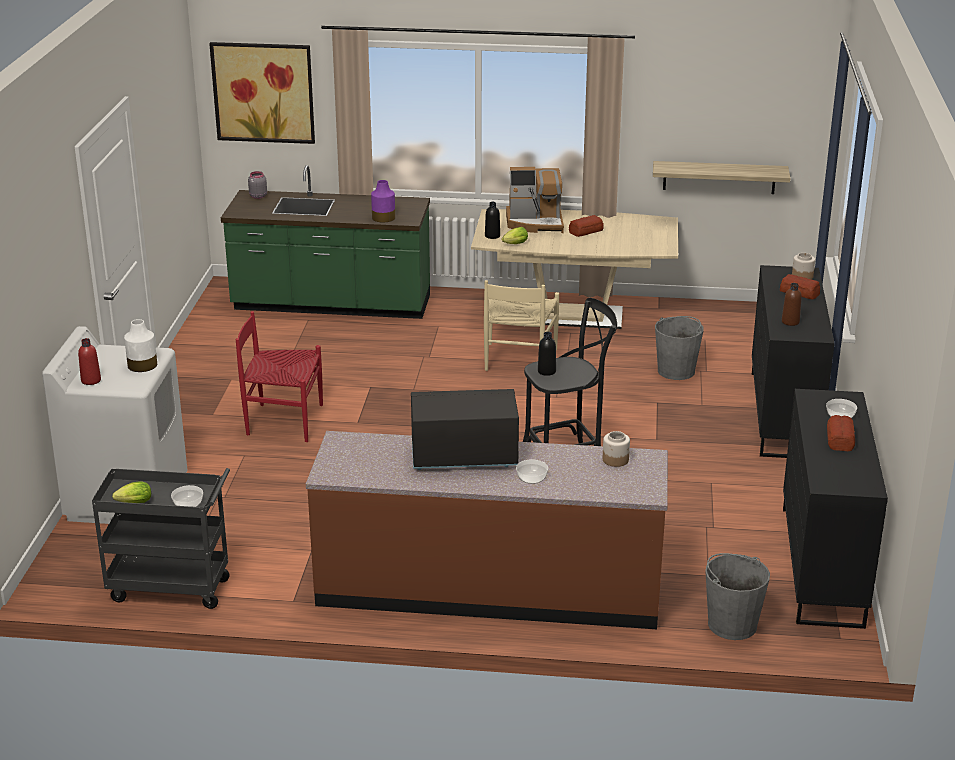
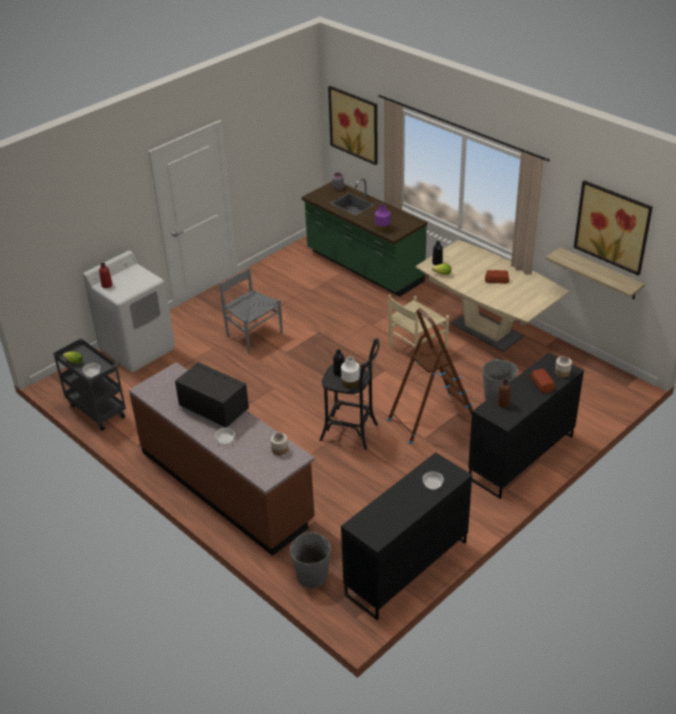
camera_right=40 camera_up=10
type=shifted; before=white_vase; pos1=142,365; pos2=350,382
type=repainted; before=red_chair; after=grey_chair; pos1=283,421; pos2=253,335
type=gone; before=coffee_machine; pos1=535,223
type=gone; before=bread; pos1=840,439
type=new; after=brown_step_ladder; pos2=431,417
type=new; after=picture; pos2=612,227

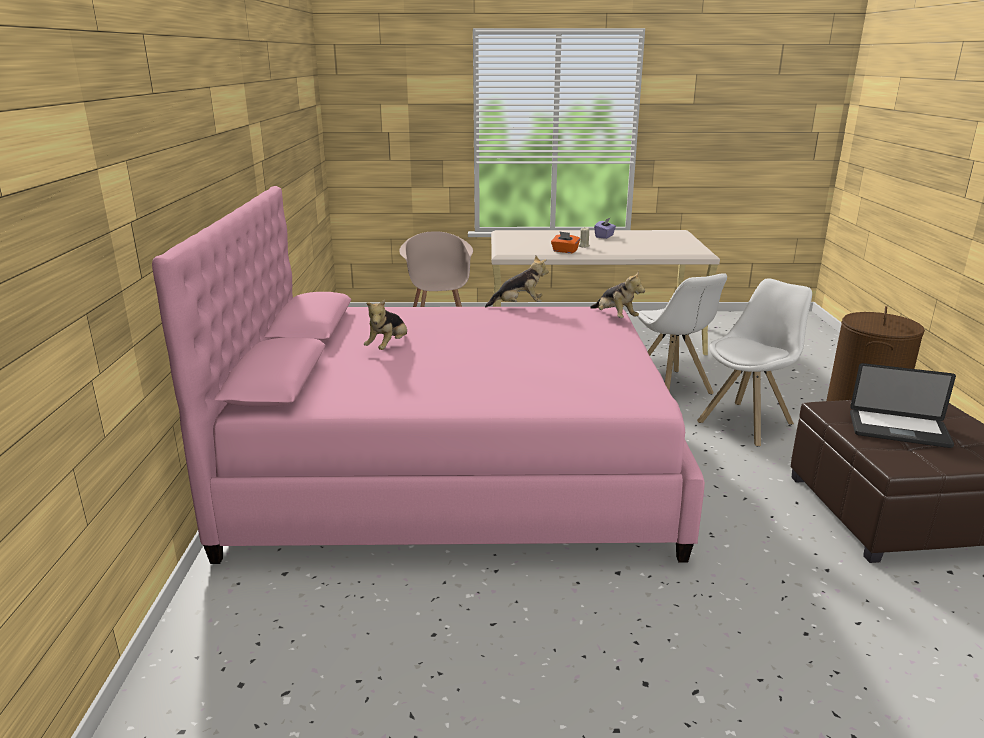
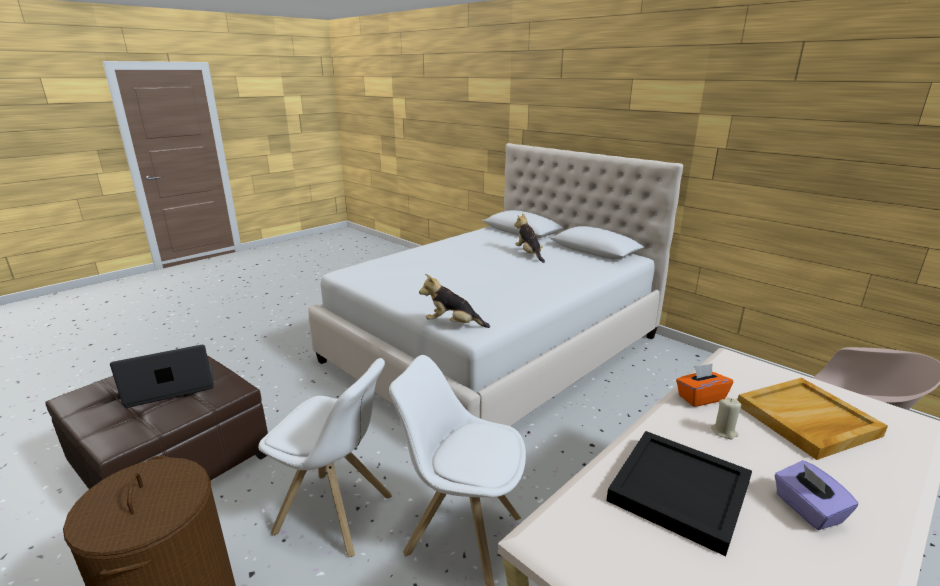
camera_right=135 camera_up=0
type=repainted; before=pink_bed; after=white_bed; pos1=455,470; pos2=494,349
type=gone; before=plush_toy; pos1=518,306
type=rotated; before=white_chair; pos1=746,423; pos2=335,513; turn=-75
type=new; after=black_tray; pos2=677,491
type=new; after=beige_tray; pos2=806,420

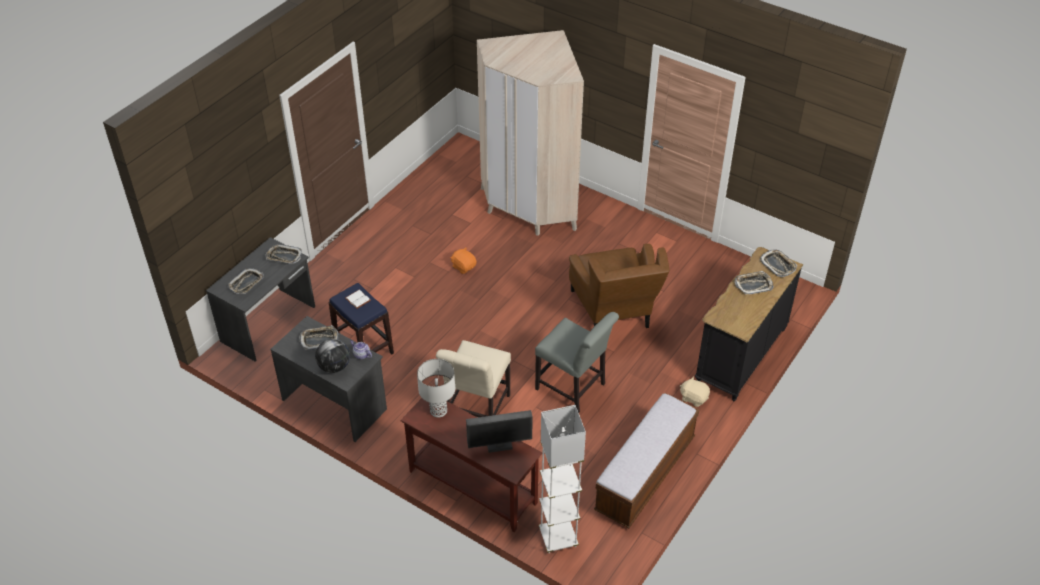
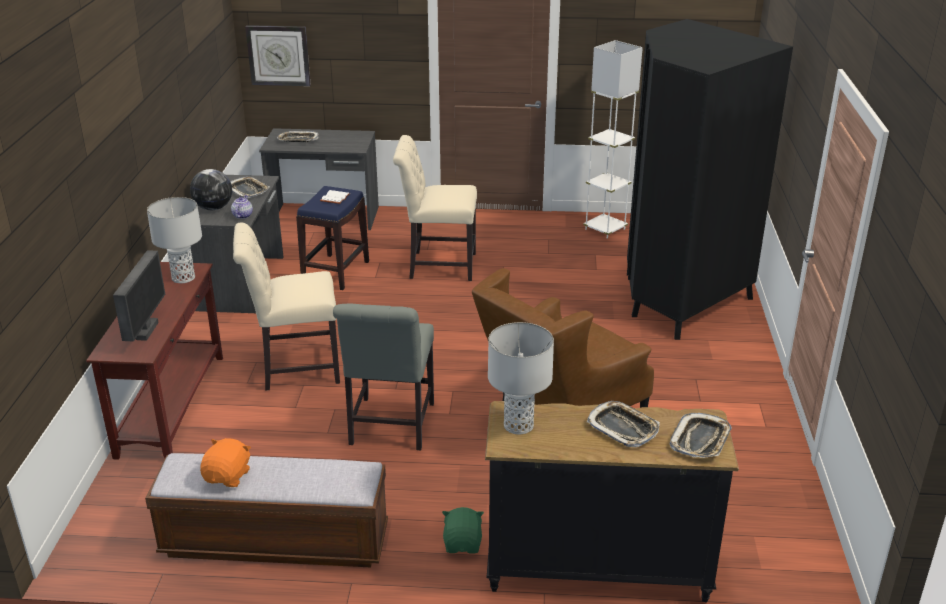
camera_right=60 camera_up=-15
type=gone; before=tray; pos1=284,256
type=shifted; before=orange_plush_toy; pos1=464,267; pos2=228,476
type=rotated; before=monitor; pos1=499,447; pos2=145,331; turn=-135
type=repainted; before=beige_wardrobe; after=black_wardrobe; pos1=531,205; pos2=677,296
type=shifted; before=white_floor_lamp; pos1=558,538; pos2=605,229
type=repainted; before=beige_plush_toy; after=green_plush_toy; pos1=693,398; pos2=463,543
type=new; after=wall_clock; pos2=278,55
type=new; after=beige_chair; pos2=437,265
type=new; after=white_table_lamp; pos2=518,425

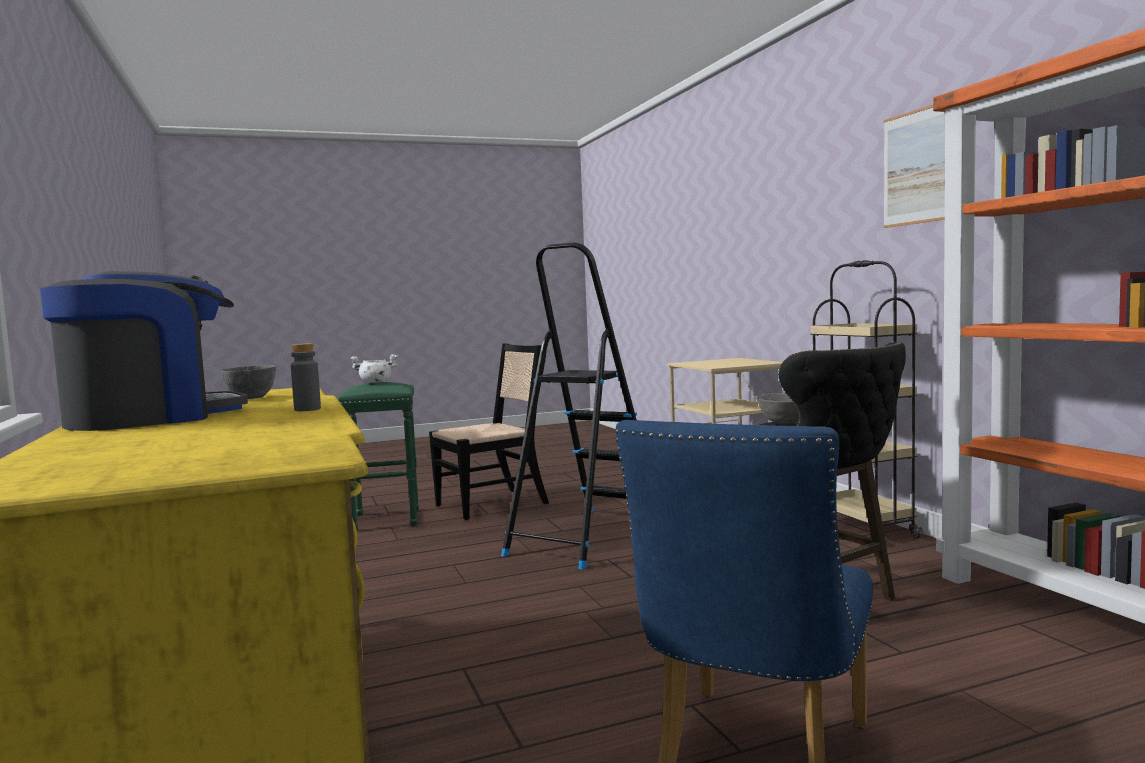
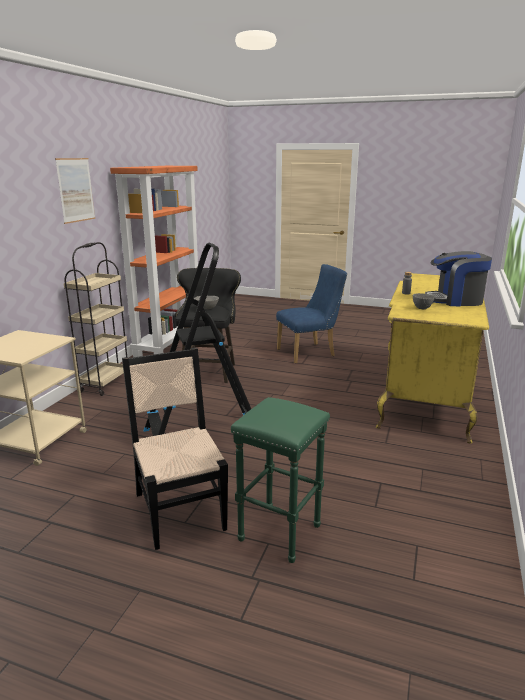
camera_right=-140 camera_up=15
type=gone; before=white_cooking_pot; pos1=375,382
type=rotated; before=chair; pos1=492,504; pos2=180,511; turn=60

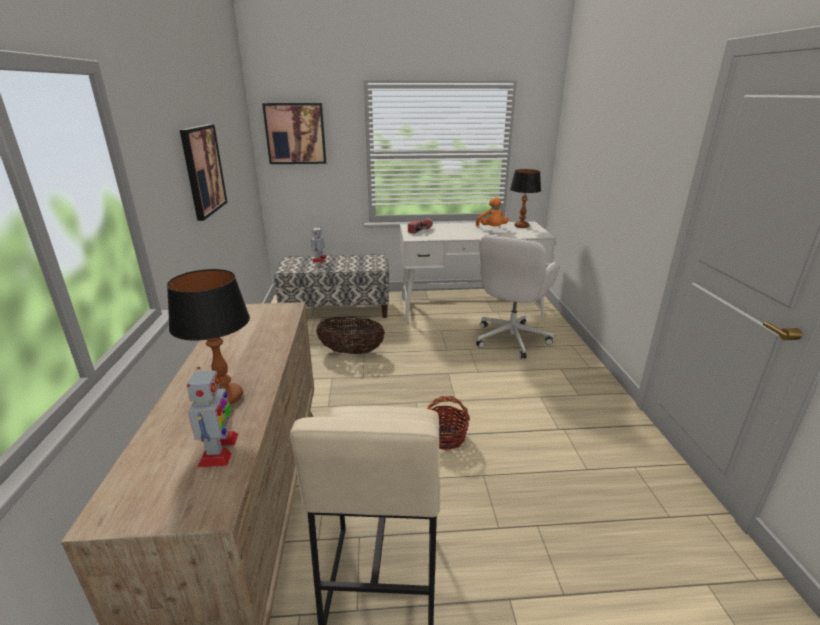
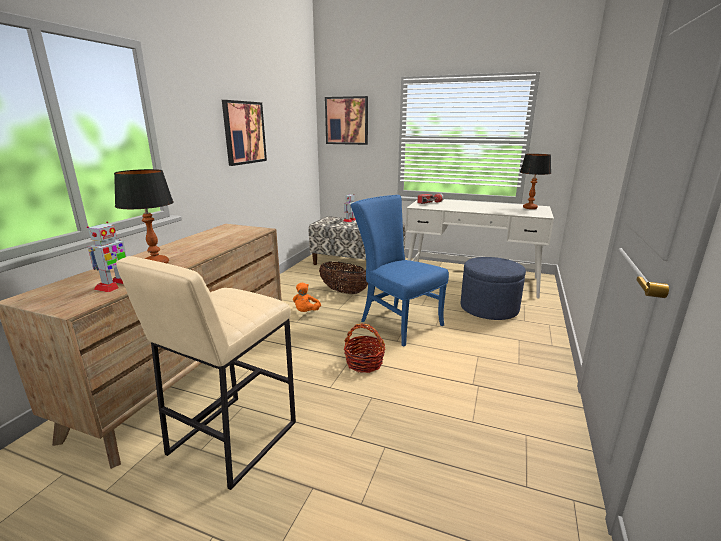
camera_right=25 camera_up=-5
type=shifted; before=orange_plush_toy; pos1=492,229; pos2=306,312
type=swapped; before=white_office_chair; after=blue_ottoman; pos1=510,339; pos2=489,308
type=new; after=blue_chair; pos2=396,322

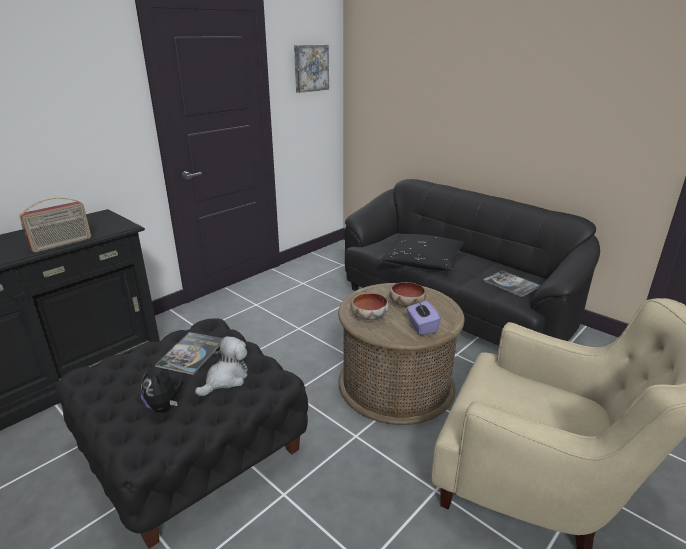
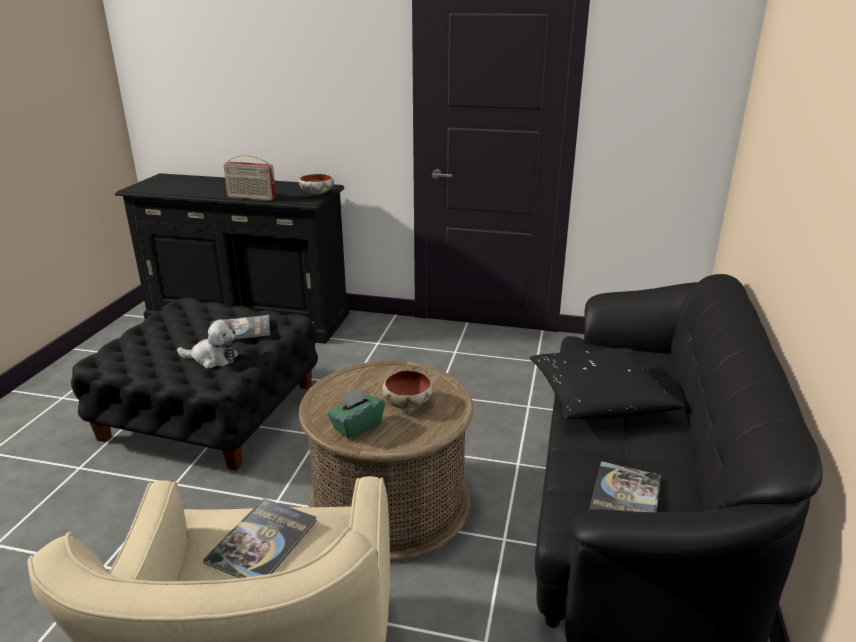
camera_right=60 camera_up=0
type=gone; before=plush_toy; pos1=164,406
type=gone; before=picture; pos1=310,68
type=shifted; before=bowl; pos1=369,316; pos2=317,193
type=repainted; before=purple_tissue_box; after=green_tissue_box; pos1=421,327; pos2=357,426
type=new; after=book; pos2=262,541

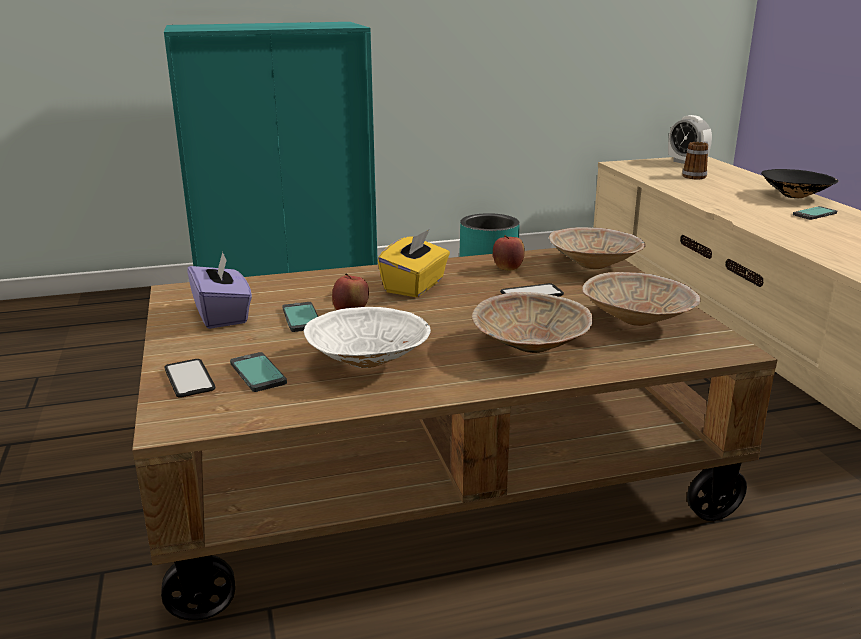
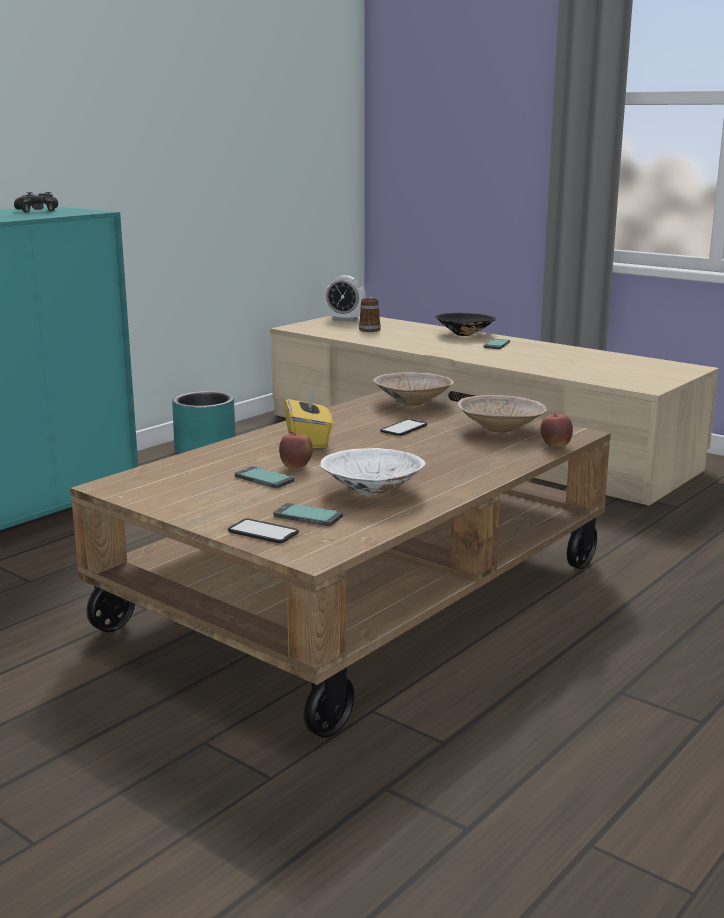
camera_right=-35 camera_up=-5
type=gone; before=purple_tissue_box; pos1=222,315
type=gone; before=beige_bowl; pos1=530,348
type=shifted; before=apple; pos1=508,269; pos2=555,446
type=new; after=black_game_controller; pos2=37,210

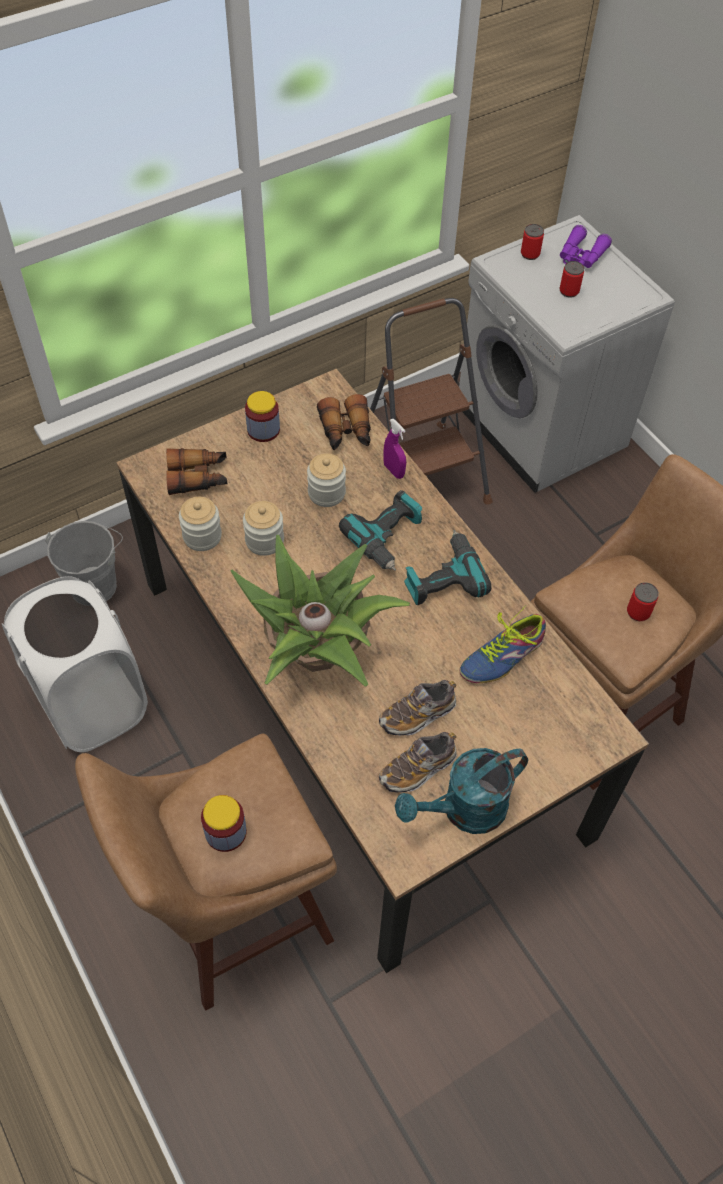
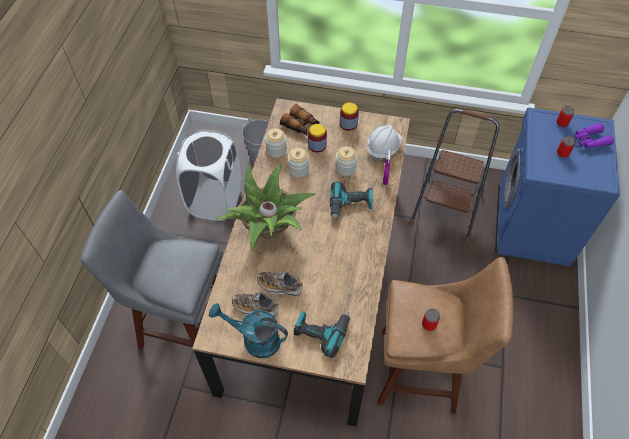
camera_right=45 camera_up=0
type=repainted; before=brown_stool; after=grey_stool; pos1=231,914; pos2=182,321
type=shifted; before=jar; pos1=226,832; pos2=317,145
type=swapped; before=binoculars; after=white_hard_hat; pos1=346,432; pos2=383,148
type=shifted; before=power_drill; pos1=442,577; pos2=321,331
type=repainted; before=white_washing_machine; after=blue_washing_machine; pos1=538,428; pos2=530,225
type=gone; before=shoe; pos1=502,656

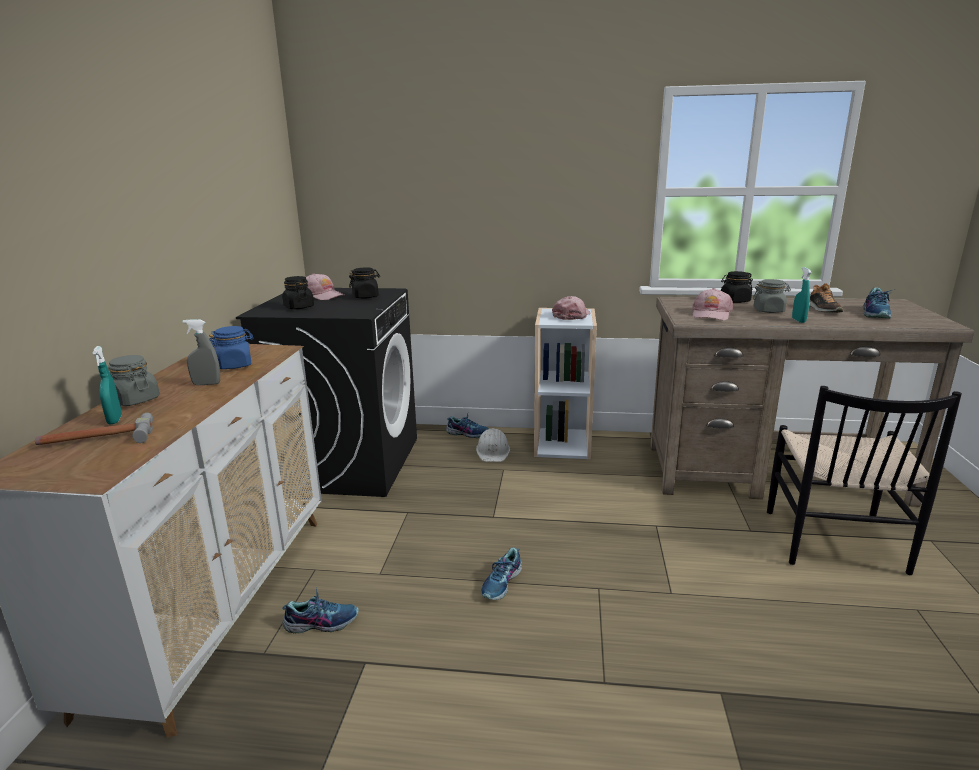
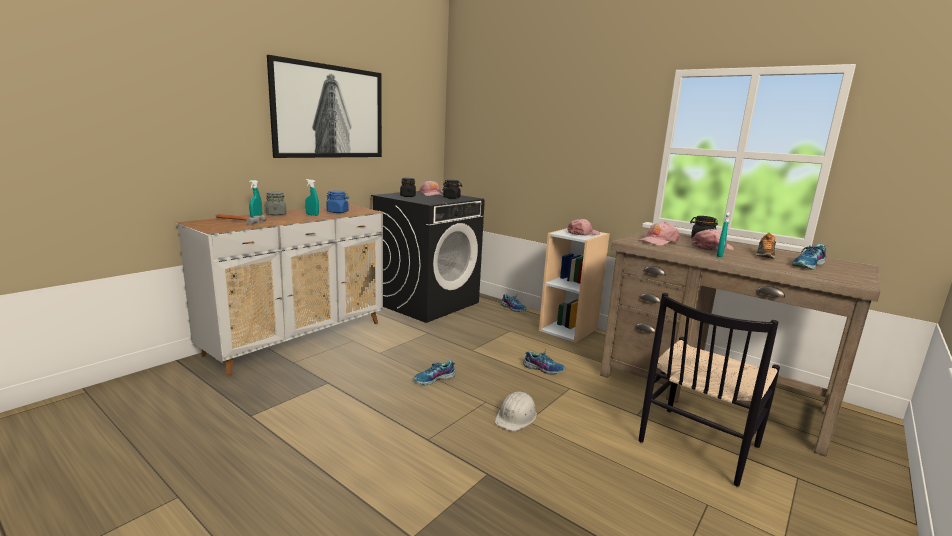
camera_right=30 camera_up=-5
type=repainted; before=grey_spray_bottle; after=turquoise_spray_bottle; pos1=206,384; pos2=312,215
type=shifted; before=shoe; pos1=321,622; pos2=543,368
type=shifted; before=white_hard_hat; pos1=493,451; pos2=516,417
type=swapped; before=grey_jar; after=pink_cap; pos1=768,311; pos2=712,248
type=new; after=picture; pos2=330,112

